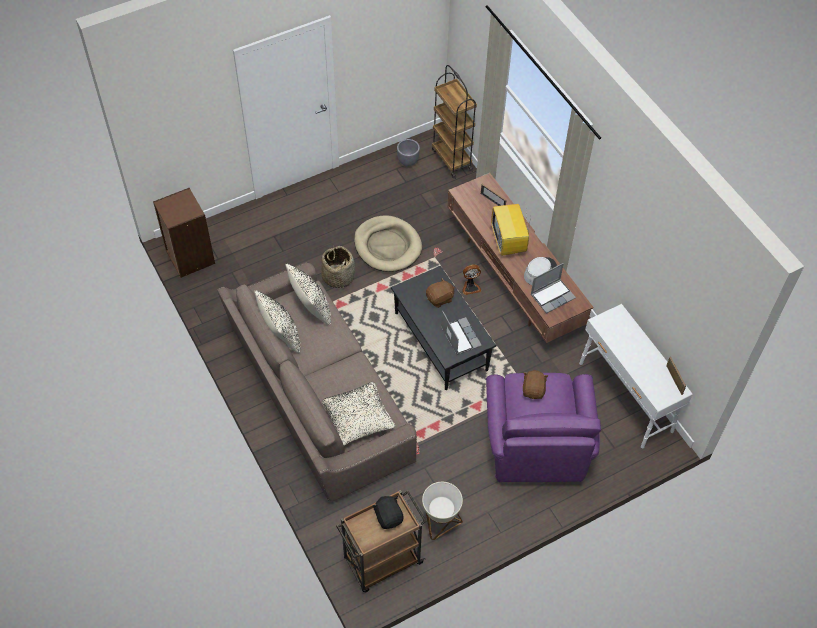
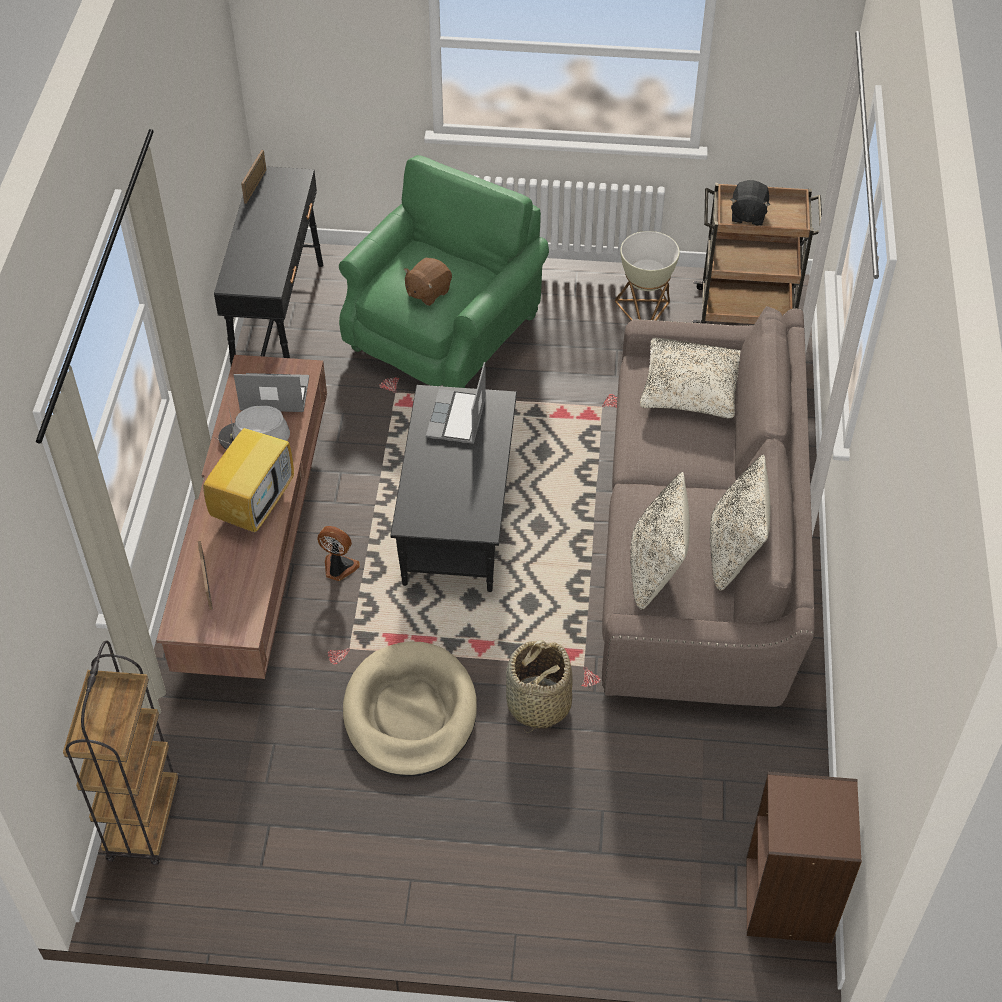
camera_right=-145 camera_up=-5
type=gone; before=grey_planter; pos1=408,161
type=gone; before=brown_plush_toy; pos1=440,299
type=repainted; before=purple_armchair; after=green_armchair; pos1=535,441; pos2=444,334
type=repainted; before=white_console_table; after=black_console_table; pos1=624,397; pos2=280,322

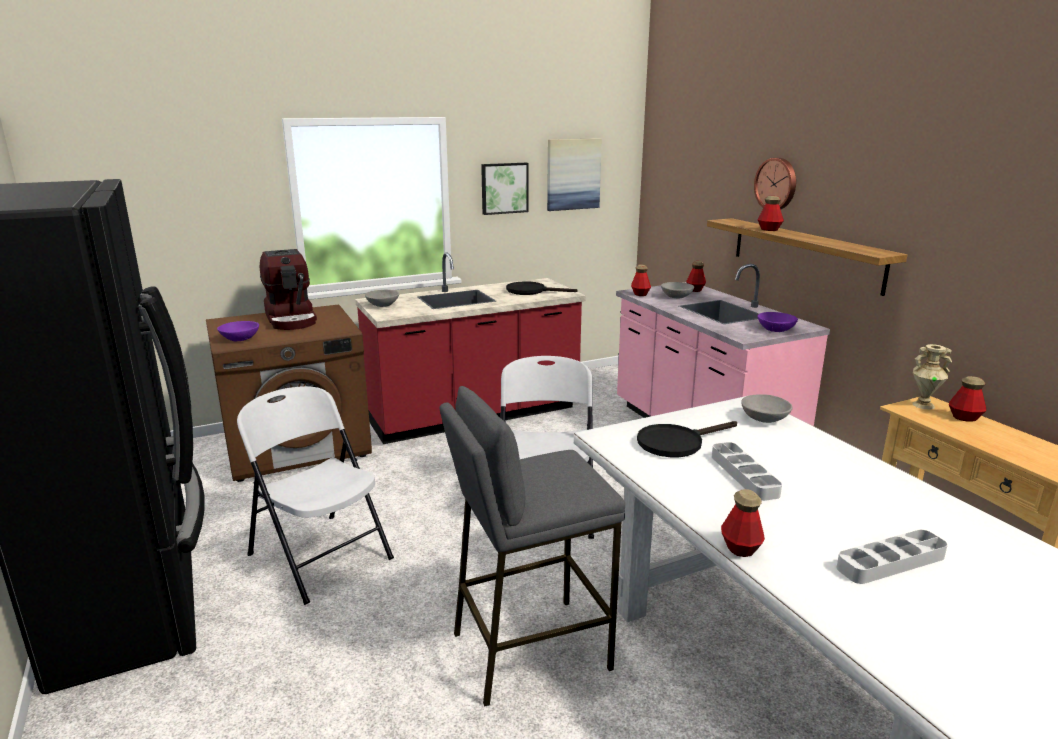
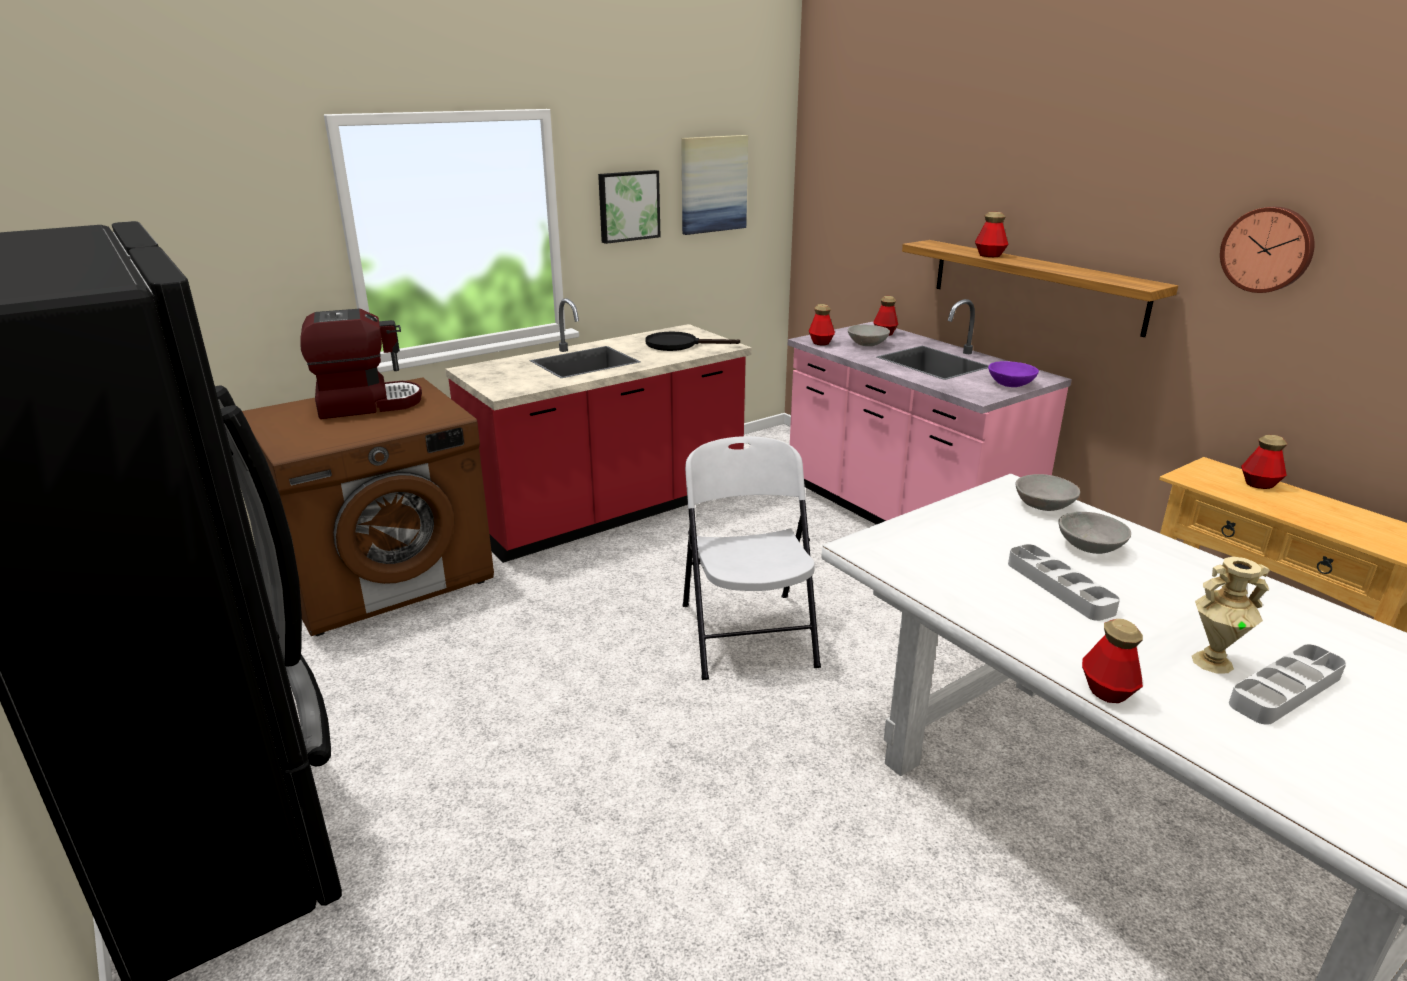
camera_right=-10 camera_up=5
type=gone; before=purple_bowl; pos1=240,339
type=gone; before=white_chair; pos1=321,556
type=rotated; before=coffee_machine; pos1=292,319; pos2=367,404; turn=-75
type=shifted; before=grey_bowl; pos1=383,305; pos2=1090,547
type=gone; before=grey_stool; pos1=529,649
type=gone; before=black_frying_pan; pos1=676,442
type=shifted; before=wall_clock; pos1=776,184; pos2=1268,249
type=shifted; before=beige_vase; pos1=923,405; pos2=1212,661

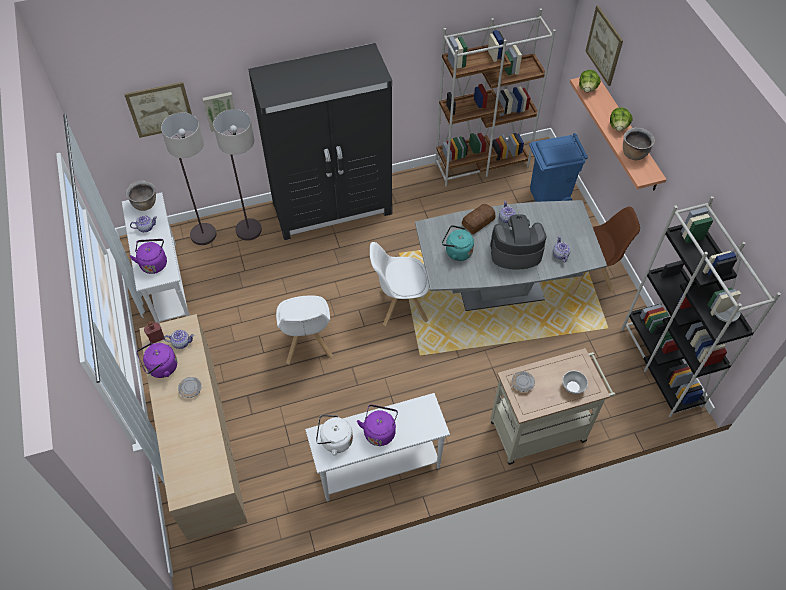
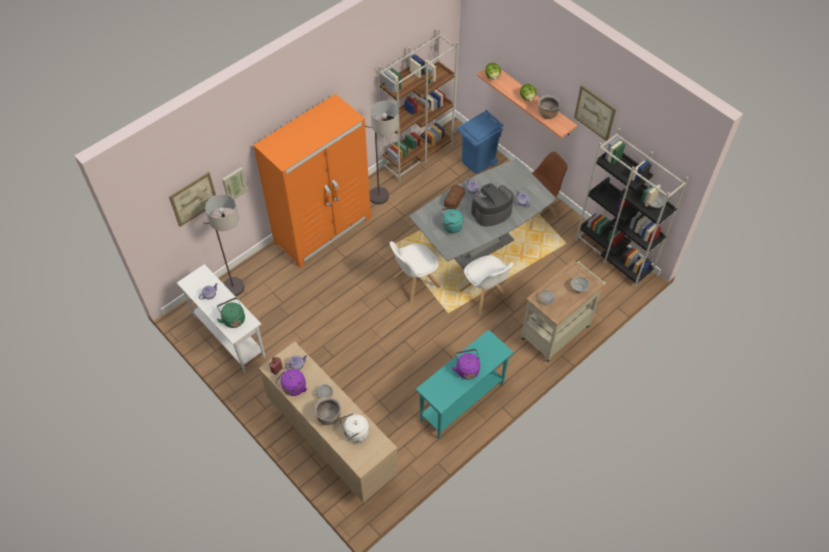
camera_right=-25 camera_up=0
type=shifted; before=brown_cooking_pot; pos1=145,204; pos2=328,417
type=repainted; before=purple_kettle; after=green_kettle; pos1=153,263; pos2=233,319
type=shifted; before=grey_floor_lamp; pos1=254,234; pos2=384,197
type=repainted; before=black_cabinet; after=orange_cabinet; pos1=333,209; pos2=324,230
type=shifted; before=white_chair; pos1=307,344; pos2=484,295
type=repainted; before=white_console_table; after=turquoise_console_table; pos1=378,469; pos2=462,403
type=shifted; before=white_kettle; pos1=334,441; pos2=355,433
type=shifted; before=picture; pos1=604,45; pos2=595,113

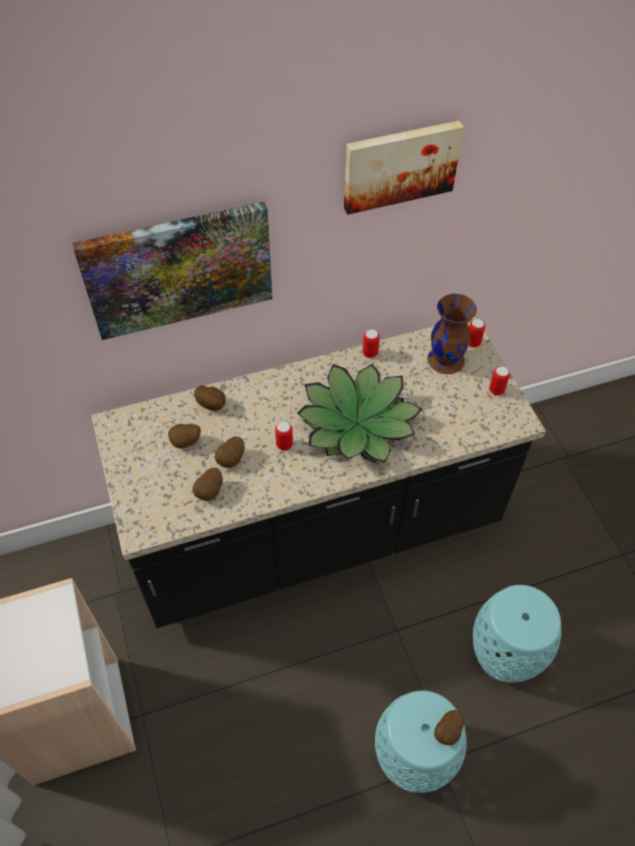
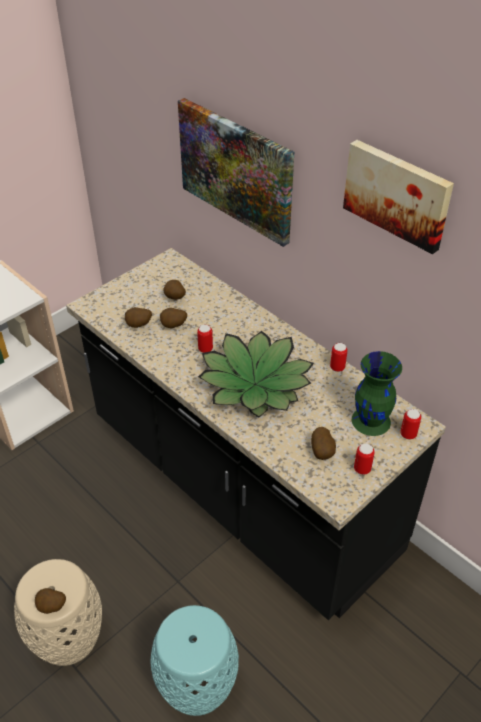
camera_right=65 camera_up=-10
type=shifted; before=potato; pos1=212,404; pos2=322,452
type=repainted; before=turquoise_stool; after=beige_stool; pos1=414,756; pos2=67,637
type=repainted; before=brown_vase; after=green_vase; pos1=446,359; pos2=371,420

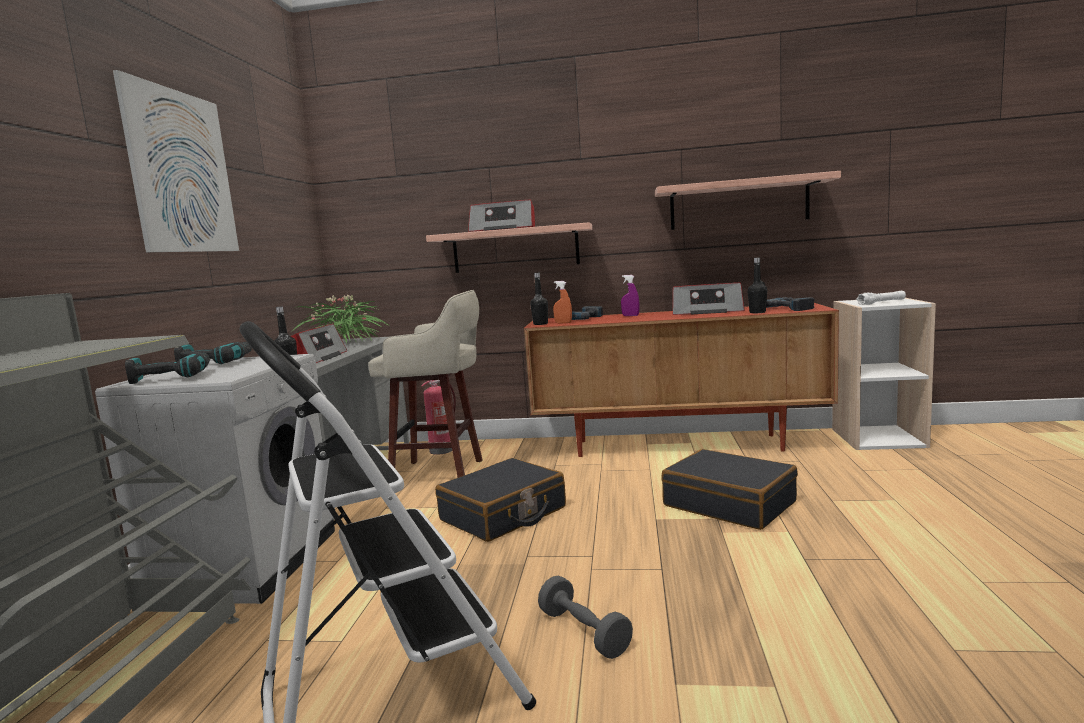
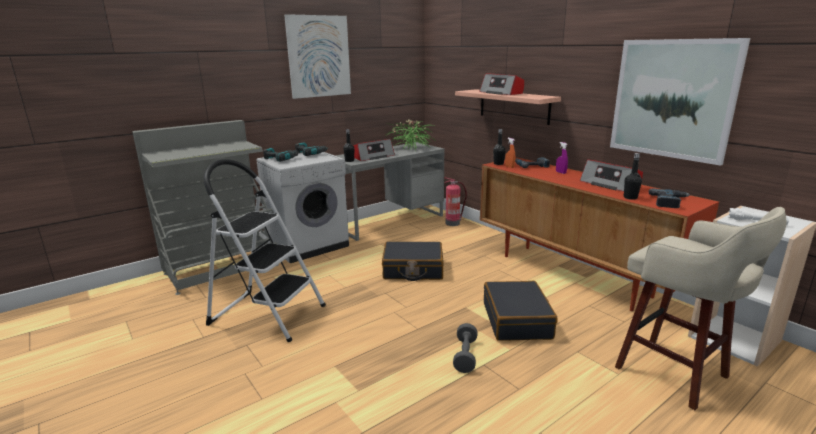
camera_right=45 camera_up=10
type=shifted; before=beige_stool; pos1=442,474; pos2=675,375
type=shifted; before=grey_dumbbell; pos1=584,632; pos2=465,356
type=swapped; before=shelf; after=picture; pos1=738,204; pos2=672,99

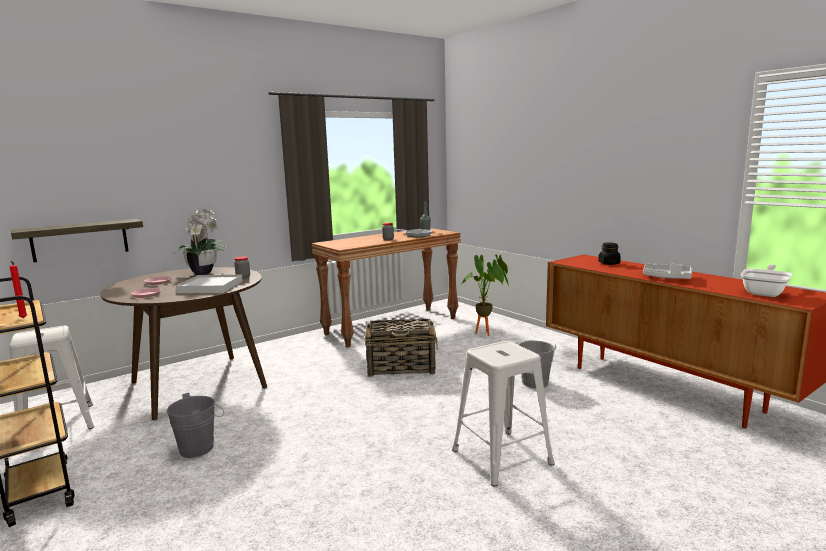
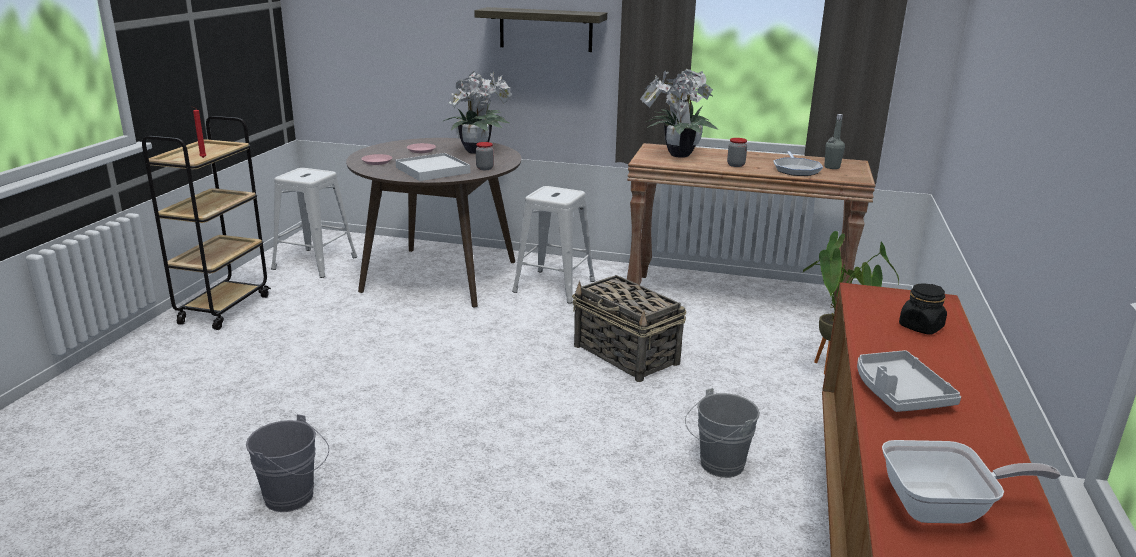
camera_right=50 camera_up=10
type=shifted; before=shelf; pos1=80,240; pos2=545,29
type=shifted; before=grey_bucket; pos1=200,447; pos2=294,498
type=shifted; before=white_stool; pos1=502,457; pos2=554,286
type=new; after=potted_plant; pos2=677,155

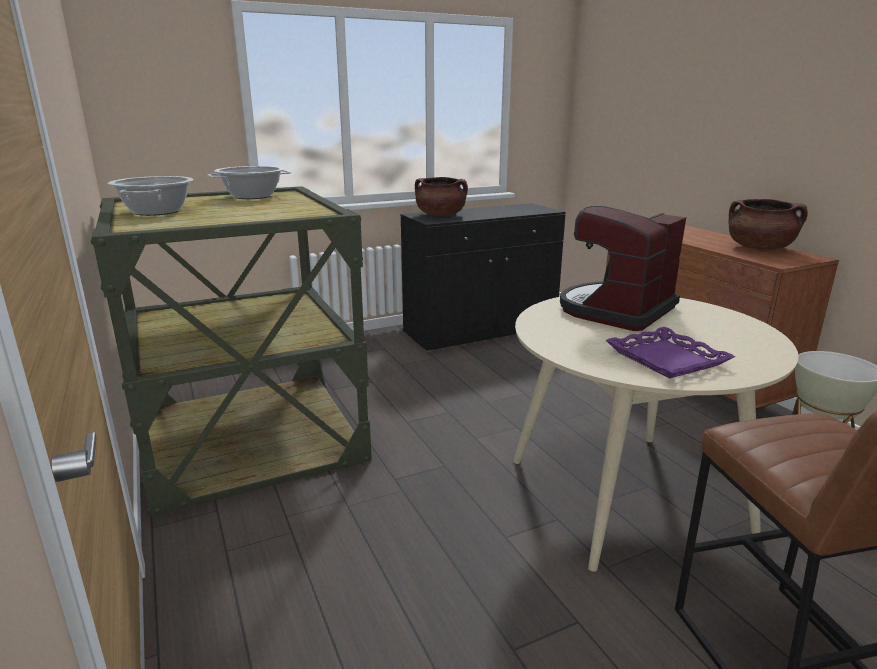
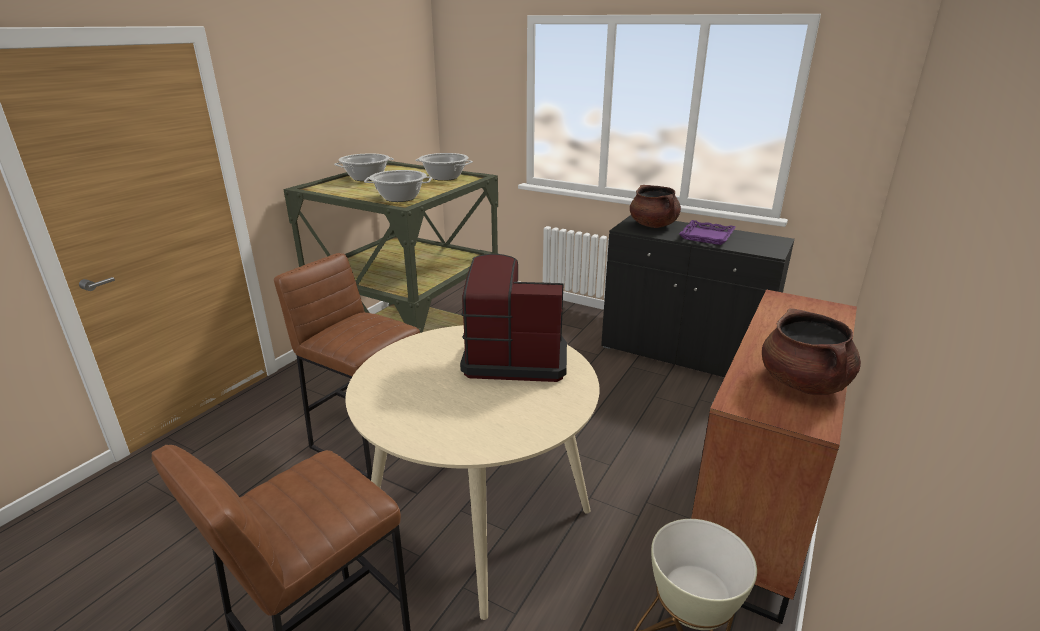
camera_right=55 camera_up=5
type=shifted; before=purple_tray; pos1=667,359; pos2=707,236
type=new; after=brown_stool; pos2=367,441
type=new; after=cooking_pot; pos2=399,198

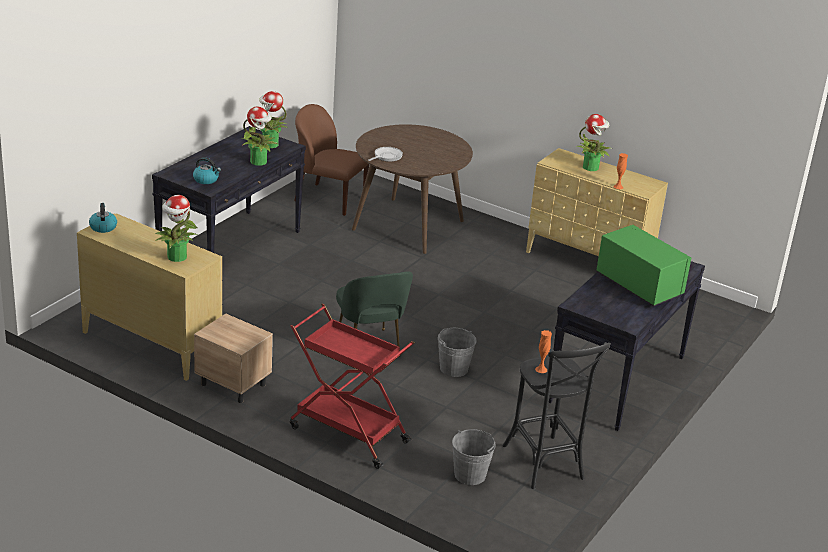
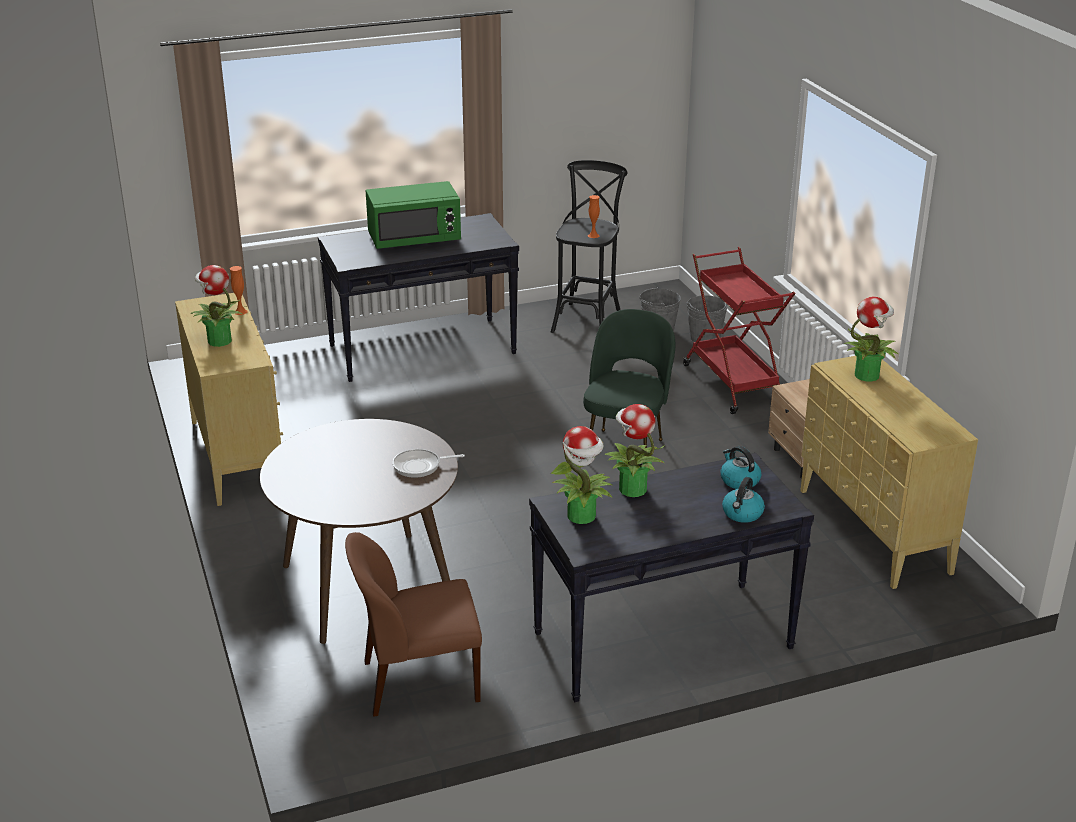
camera_right=-140 camera_up=0
type=shifted; before=kettle; pos1=103,227; pos2=742,514
type=rotated; before=brown_chair; pos1=328,199; pos2=418,681; turn=105
type=shifted; before=grey_bucket; pos1=453,369; pos2=705,338
type=rotated; before=green_microwave; pos1=638,285; pos2=414,239; turn=-105

